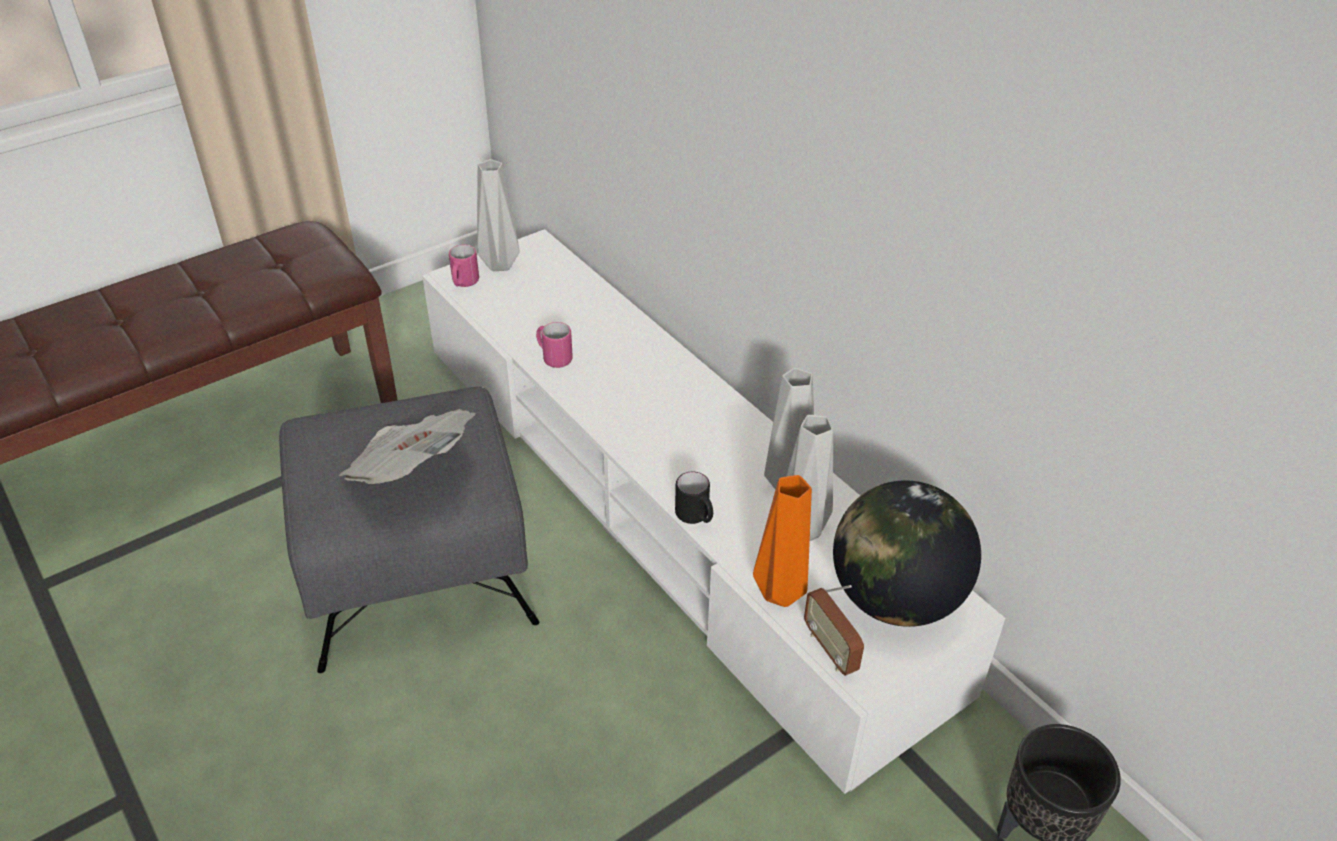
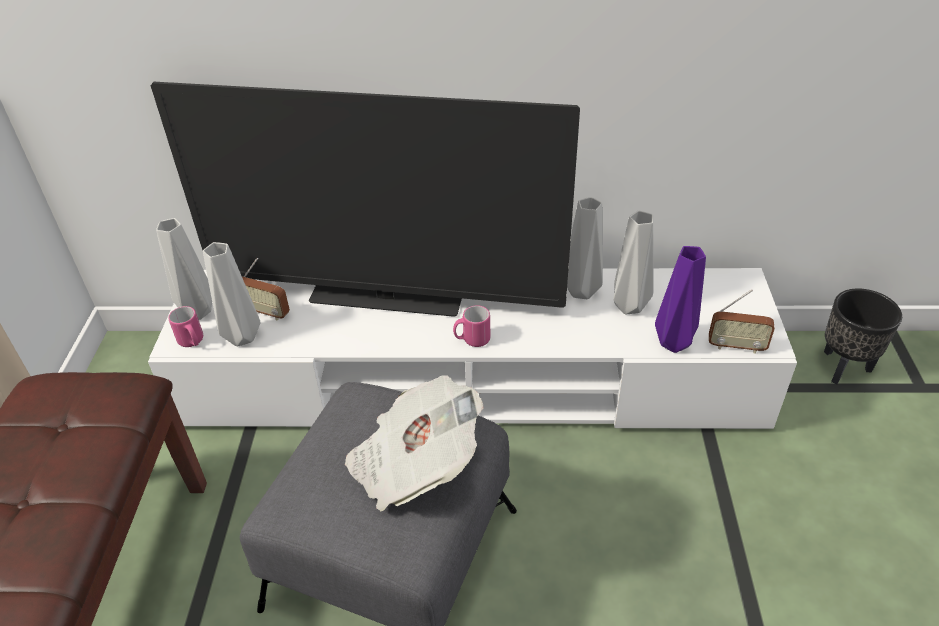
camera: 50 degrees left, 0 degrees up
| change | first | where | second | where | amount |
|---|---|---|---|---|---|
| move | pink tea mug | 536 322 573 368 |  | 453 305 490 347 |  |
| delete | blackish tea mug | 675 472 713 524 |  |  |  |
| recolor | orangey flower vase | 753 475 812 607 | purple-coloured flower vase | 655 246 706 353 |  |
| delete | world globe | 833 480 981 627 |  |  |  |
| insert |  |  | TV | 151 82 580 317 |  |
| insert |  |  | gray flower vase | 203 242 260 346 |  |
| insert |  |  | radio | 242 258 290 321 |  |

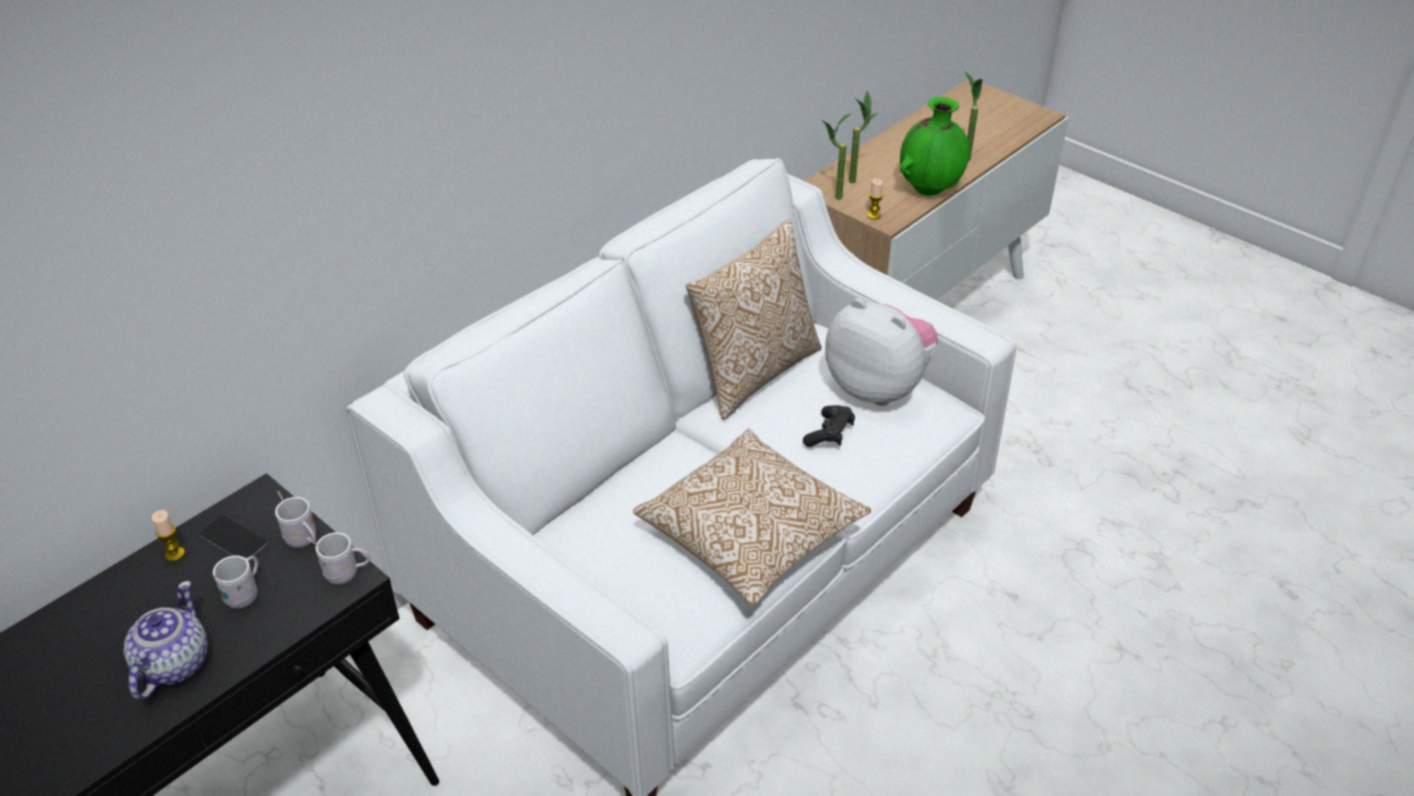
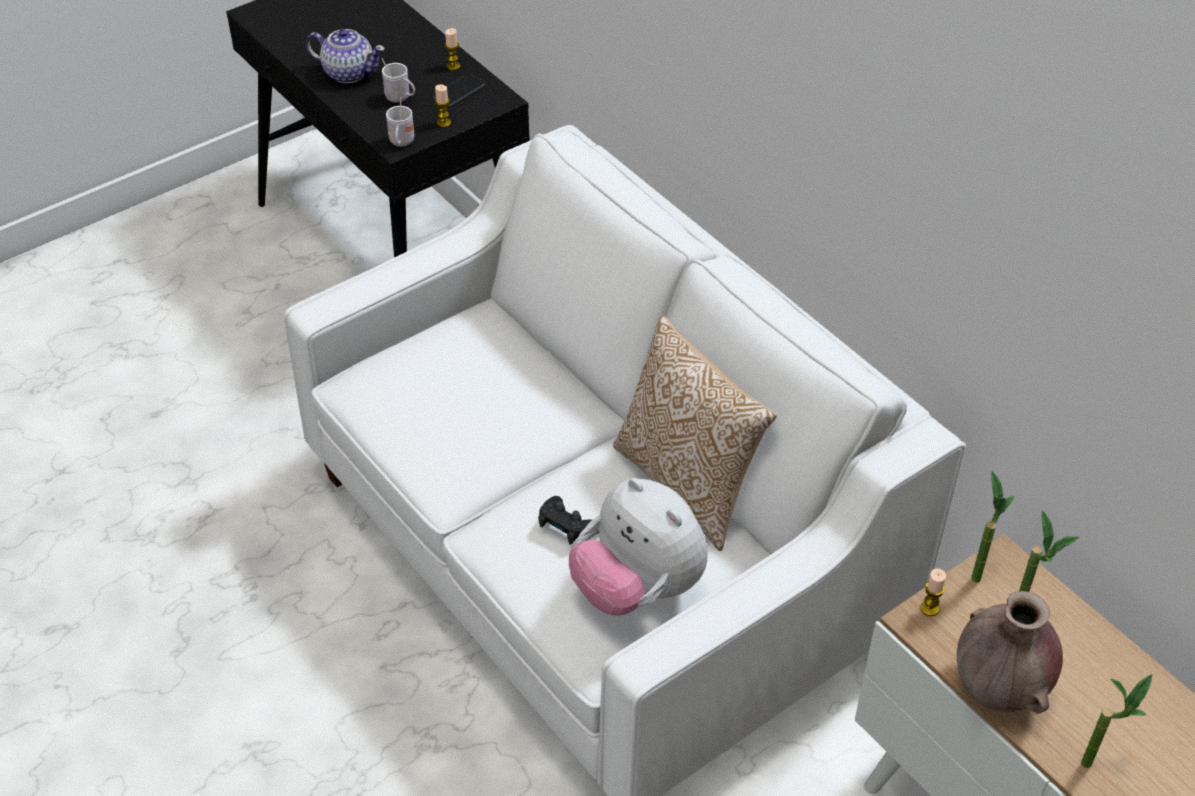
camera: 100 degrees right, 5 degrees up
| change | first | where | second | where | amount |
|---|---|---|---|---|---|
| recolor | green flower vase | 900 97 969 196 | brownish flower vase | 957 591 1063 714 |  |
| rotate | plush toy | 825 298 938 406 |  | 569 478 708 616 | 90 degrees clockwise |
| delete | cushion | 633 428 871 606 |  |  |  |
| replace | white-coloured tea mug | 275 491 316 548 | wax candle | 435 85 451 127 |  |

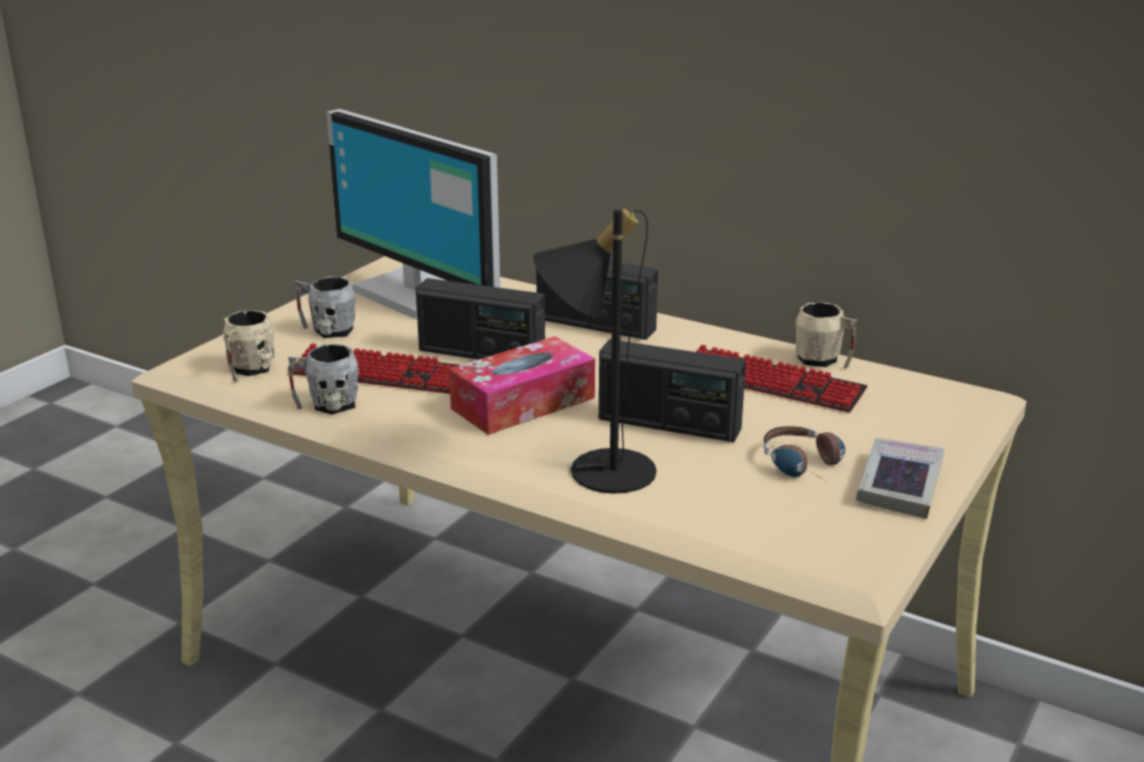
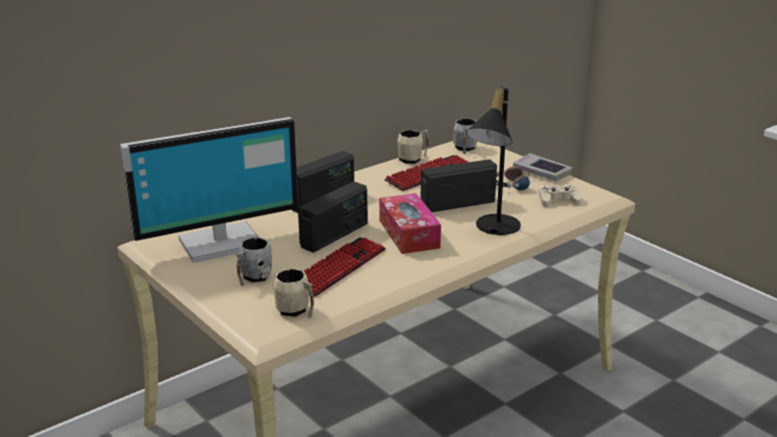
camera: 70 degrees left, 0 degrees up
| change | first | where | second | where | amount |
|---|---|---|---|---|---|
| rotate | radio | 599 339 746 442 |  | 421 159 497 212 | 150 degrees counterclockwise |
| move | gray tea mug | 287 344 359 415 |  | 453 118 478 154 |  |
| insert |  |  | beige joypad | 538 184 581 207 |  |

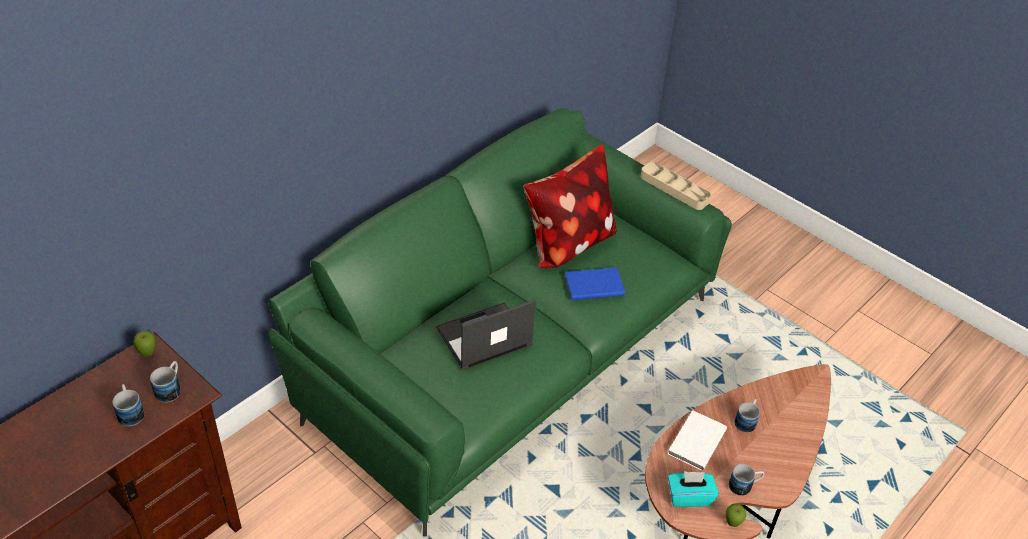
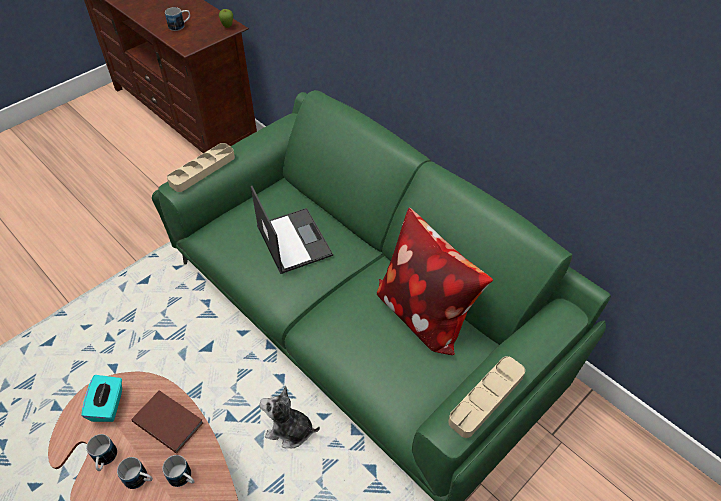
camera: 95 degrees right, 5 degrees up
| change | first | where | second | where | amount |
|---|---|---|---|---|---|
| delete | blue bound book | 565 267 625 300 |  |  |  |
| move | tea mug | 150 361 181 402 |  | 117 457 153 489 |  |
| recolor | white-coloured bound book | 668 410 727 471 | brownish bound book | 132 390 204 453 |  |
| delete | whole apple | 726 503 746 527 |  |  |  |
| insert |  |  | beige tray | 167 143 235 192 |  |
| insert |  |  | plush toy | 259 386 320 449 |  |

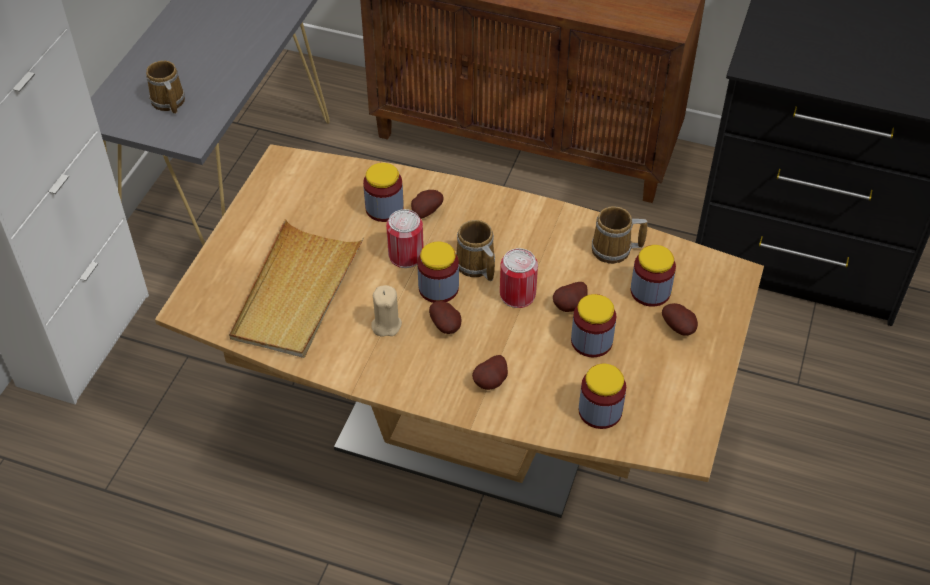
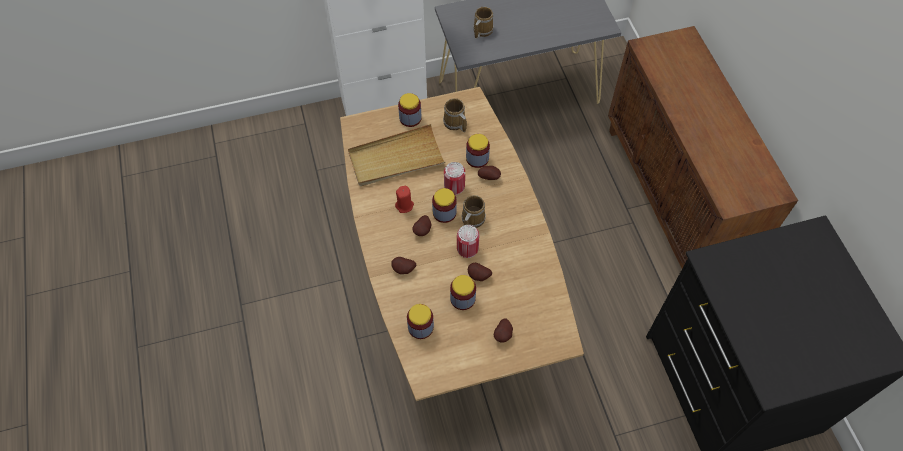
camera: 55 degrees right, 10 degrees up
| change | first | where | second | where | amount |
|---|---|---|---|---|---|
| move | tea mug | 592 206 647 264 |  | 443 98 467 132 |  |
| move | preserve jar | 630 245 676 307 |  | 398 93 422 127 |  |
| recolor | beige wax candle | 371 285 402 337 | reddish wax candle | 395 186 414 213 |  |

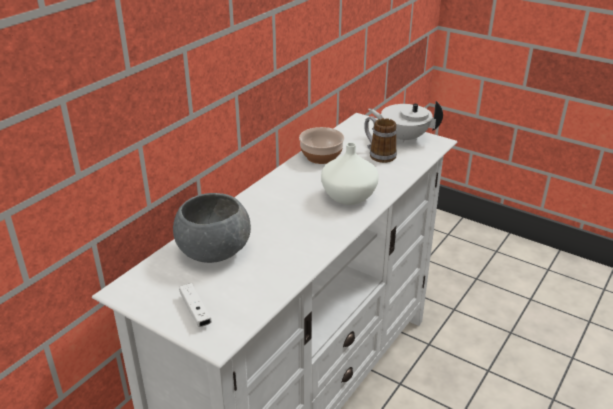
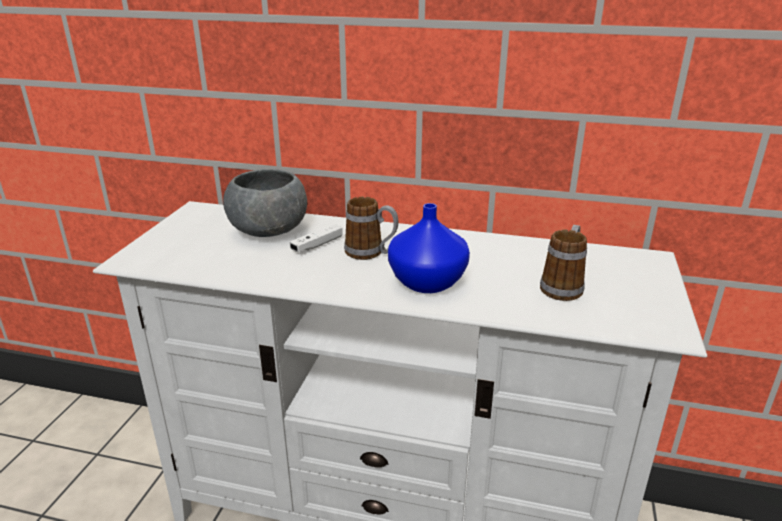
camera: 70 degrees right, 5 degrees down
| change | first | where | second | where | amount |
|---|---|---|---|---|---|
| delete | white-coloured tea pot | 368 101 443 144 |  |  |  |
| delete | serving bowl | 299 127 344 164 |  |  |  |
| recolor | white-coloured flower vase | 321 142 379 205 | blue flower vase | 388 203 470 293 |  |
| move | white-coloured joypad | 179 283 212 327 |  | 290 224 343 252 |  |
| insert |  |  | tea mug | 344 197 398 260 |  |

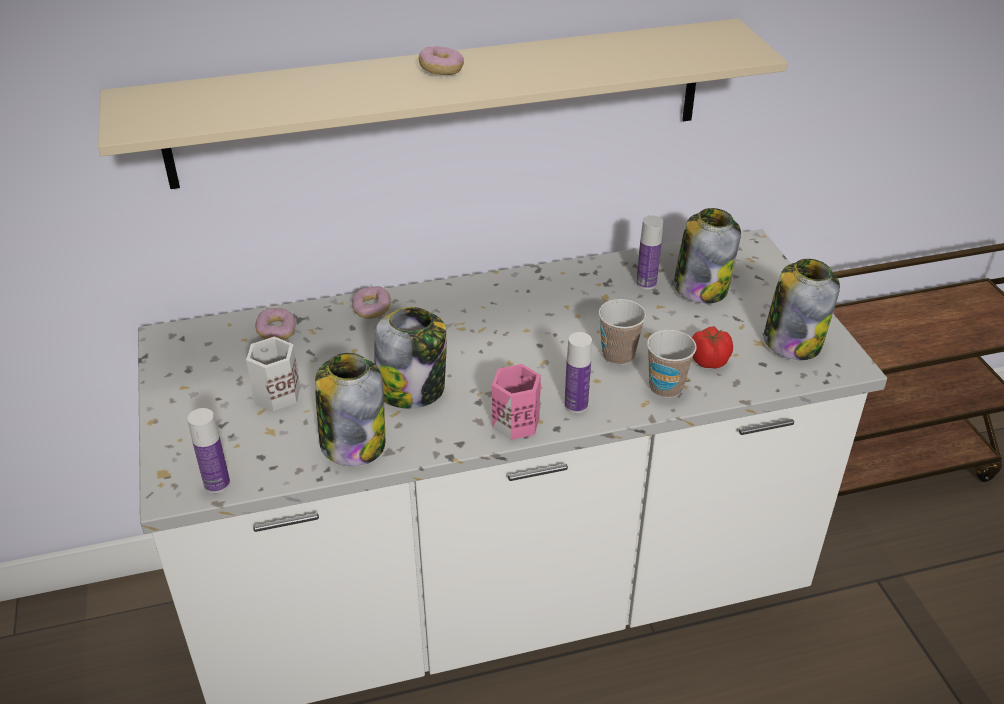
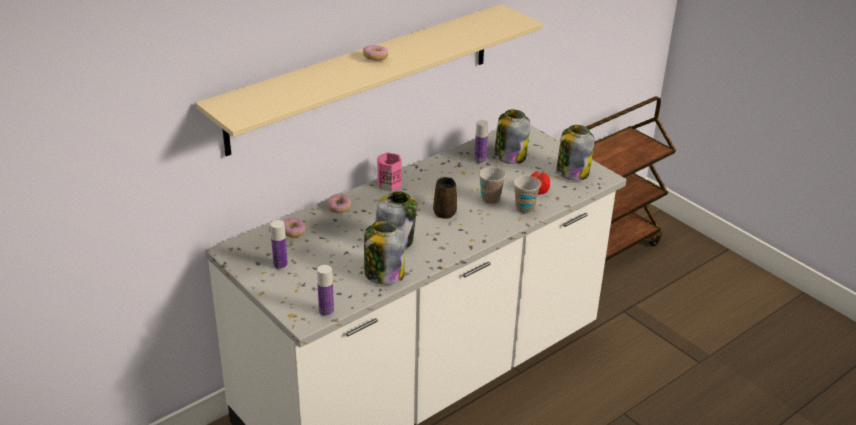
camera: 25 degrees left, 5 degrees down
| change | first | where | second | where | amount |
|---|---|---|---|---|---|
| move | beverage bottle | 565 332 592 413 |  | 271 220 288 270 |  |
| delete | white-coloured tea mug | 246 336 300 411 |  |  |  |
| move | pink tea mug | 492 364 541 440 |  | 377 152 402 192 |  |
| insert |  |  | brownish tea mug | 433 177 457 219 |  |

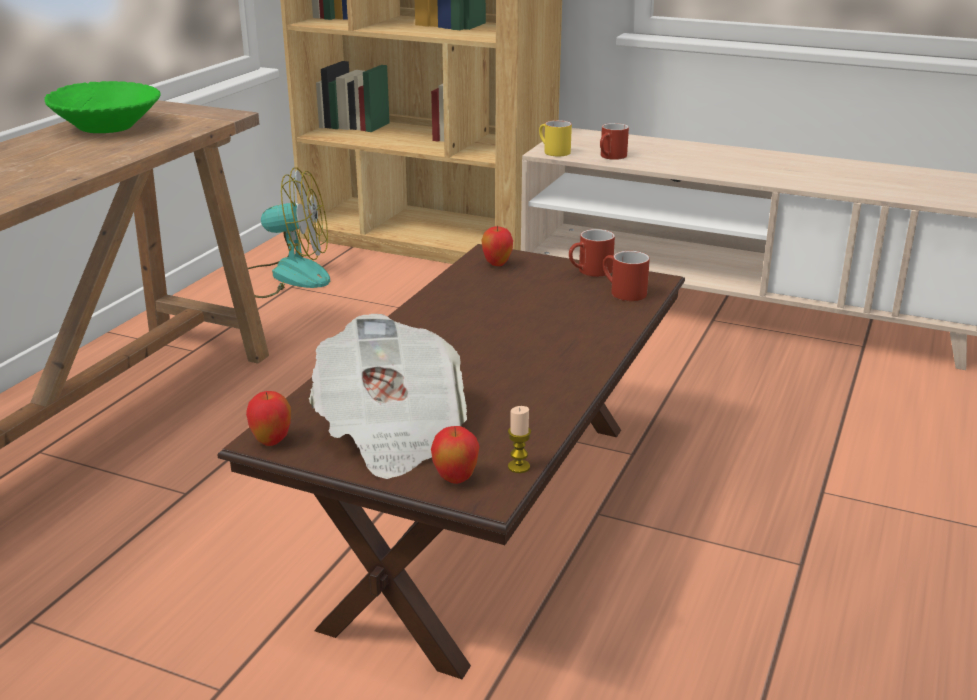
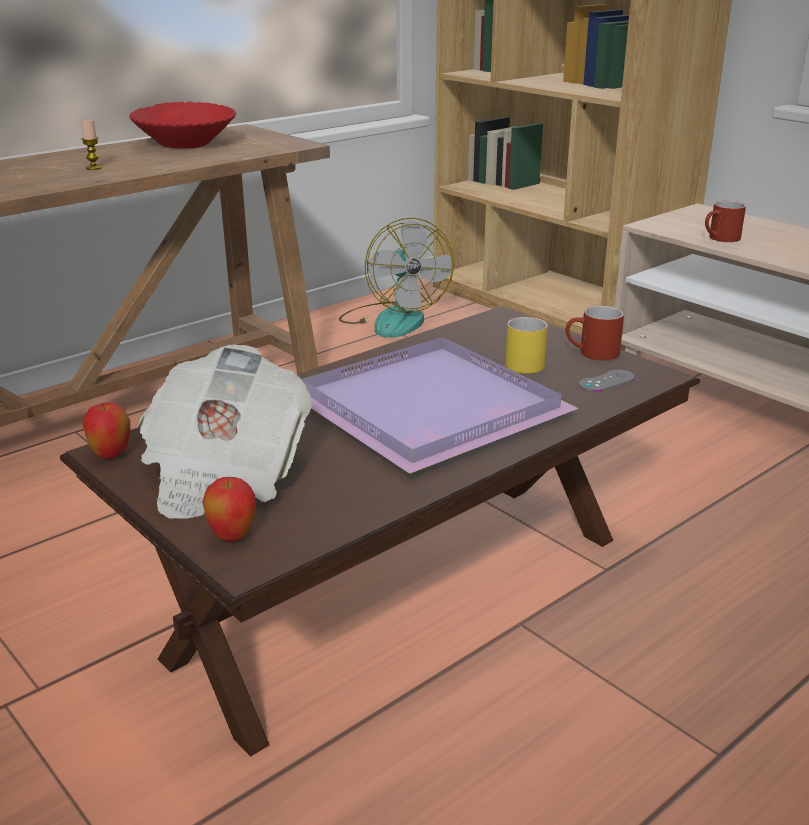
camera: 25 degrees right, 0 degrees up
| change | first | where | second | where | amount |
|---|---|---|---|---|---|
| recolor | green serving bowl | 45 81 161 133 | reddish serving bowl | 130 102 236 149 |  |
| move | yellow-coloured tea mug | 539 120 572 156 |  | 505 317 548 374 |  |
| rotate | cooling fan | 248 167 330 298 |  | 339 218 454 338 | 45 degrees clockwise |
| delete | whole apple | 481 226 513 266 |  |  |  |
| replace | reddish tea mug | 603 251 650 301 | gray joypad | 579 369 635 392 |  |
| move | wax candle | 508 406 531 473 |  | 81 120 102 170 |  |
| insert |  |  | purple-coloured tray | 302 337 579 474 |  |

